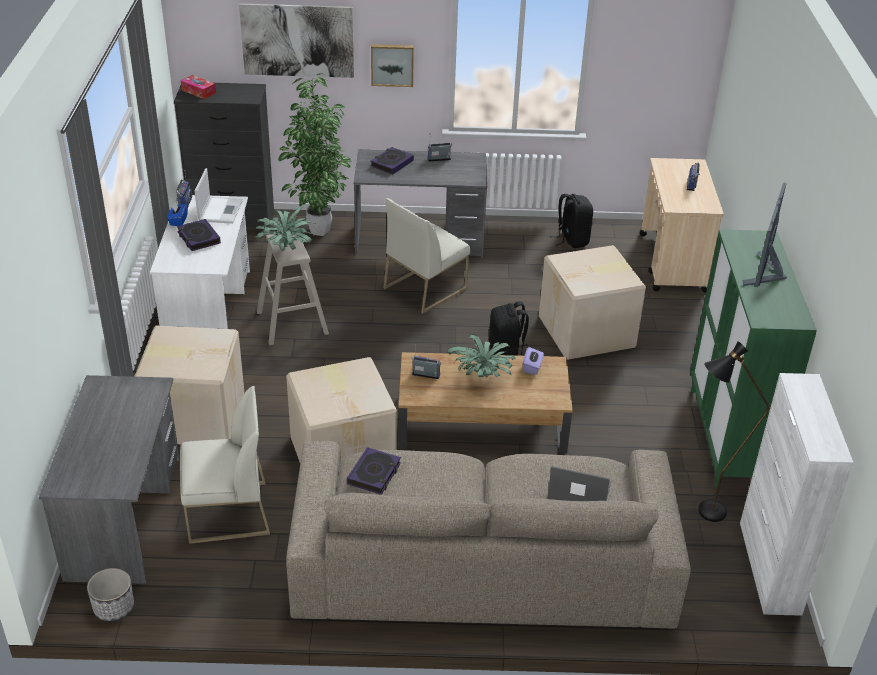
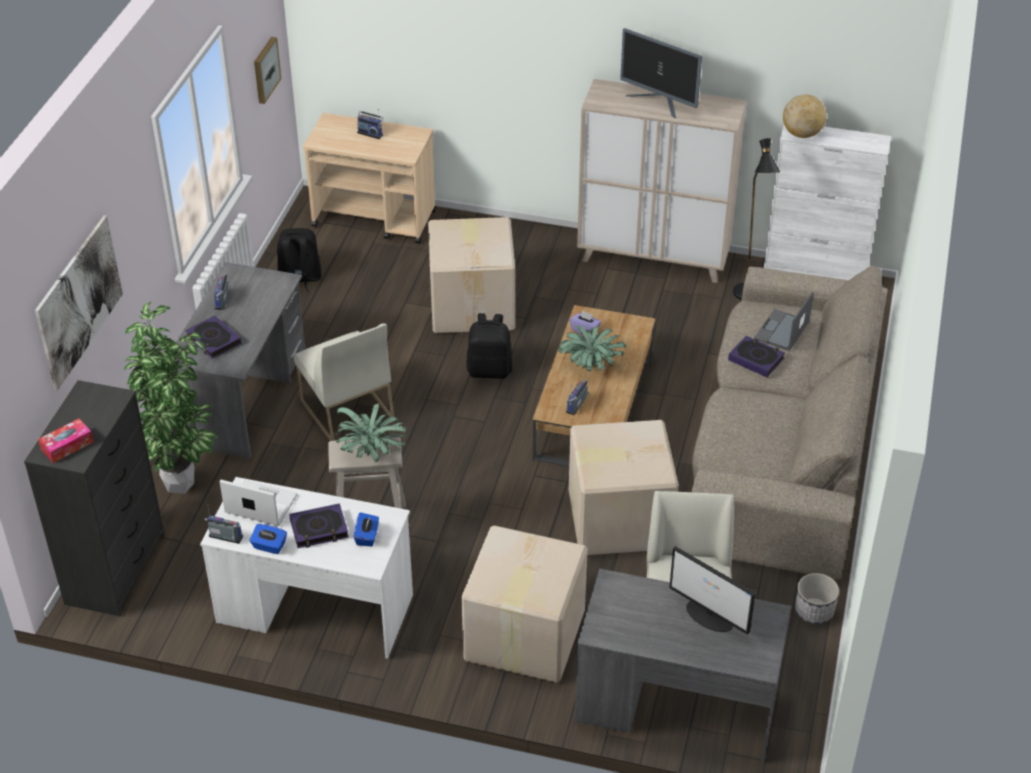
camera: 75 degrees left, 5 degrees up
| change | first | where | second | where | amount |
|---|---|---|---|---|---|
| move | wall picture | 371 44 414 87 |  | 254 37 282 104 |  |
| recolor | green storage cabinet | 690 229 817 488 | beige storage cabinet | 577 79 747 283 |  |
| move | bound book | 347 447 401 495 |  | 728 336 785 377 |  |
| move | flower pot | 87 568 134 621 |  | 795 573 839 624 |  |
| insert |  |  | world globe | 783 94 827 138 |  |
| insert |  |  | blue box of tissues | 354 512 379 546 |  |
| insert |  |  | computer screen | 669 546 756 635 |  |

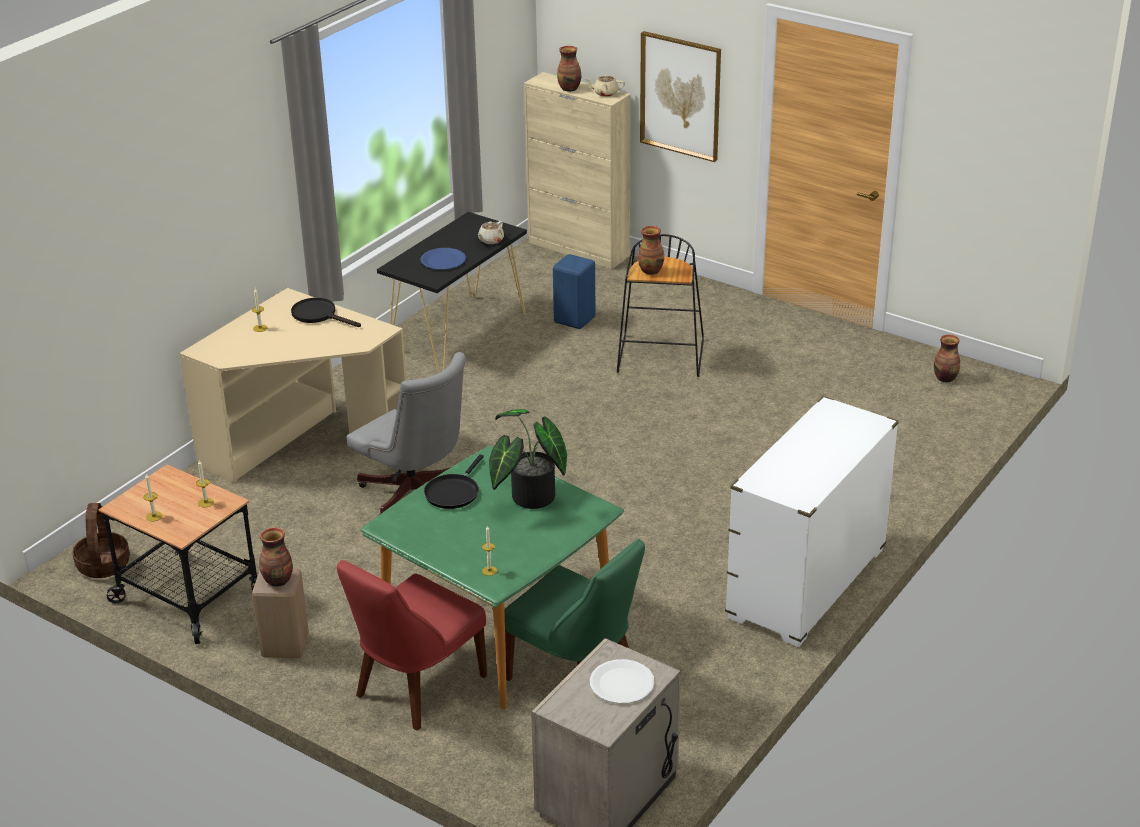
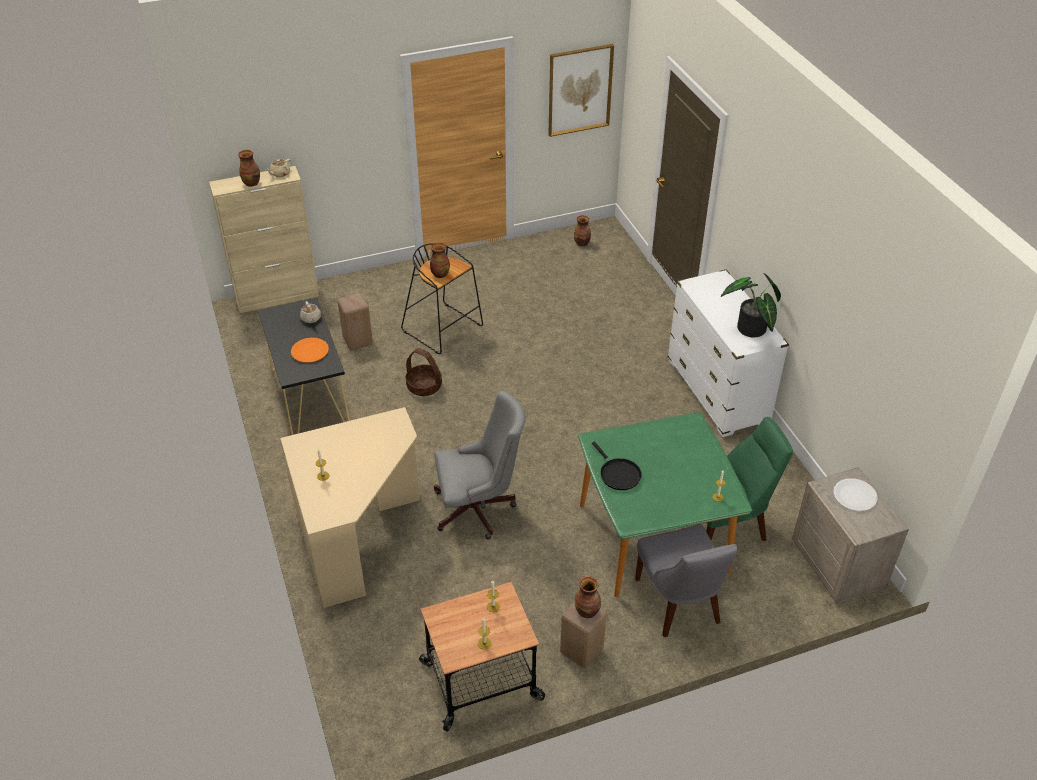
camera: 55 degrees left, 10 degrees up
| change | first | where | second | where | amount |
|---|---|---|---|---|---|
| move | wall picture | 640 31 721 162 |  | 548 44 614 137 |  |
| recolor | blue dinner plate | 420 248 466 270 | orangey dinner plate | 291 338 329 363 |  |
| recolor | blue stool seat | 553 254 596 329 | beige stool seat | 338 293 373 350 |  |
| delete | blackish pan | 291 298 361 327 |  |  |  |
| move | houseplant | 489 409 567 509 |  | 721 273 781 337 |  |
| move | basket | 72 503 130 578 |  | 406 348 442 396 |  |
| recolor | reddish upright chair | 337 560 487 730 | gray upright chair | 635 525 738 637 |  |

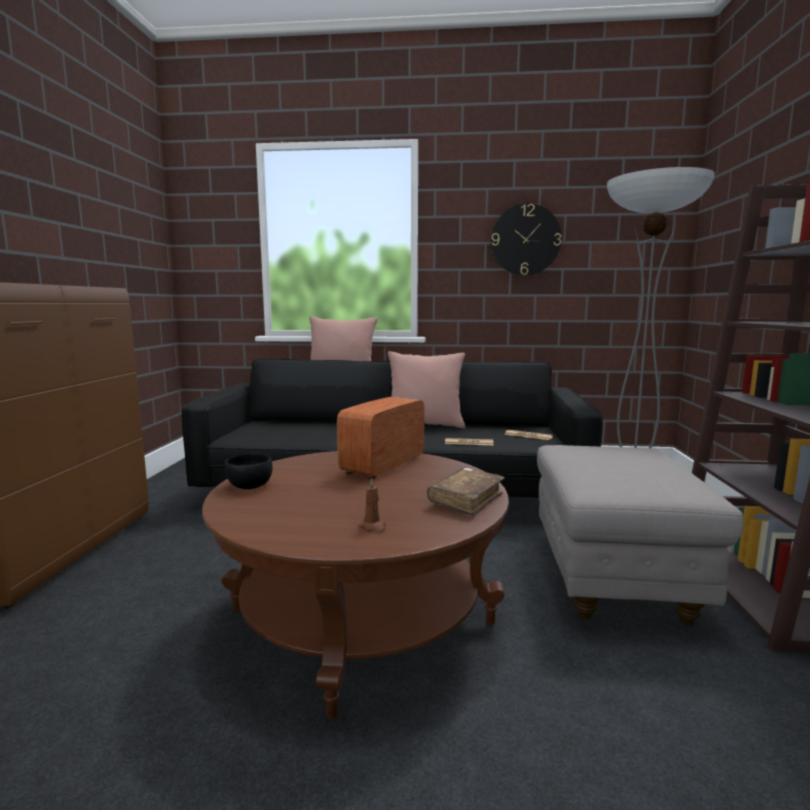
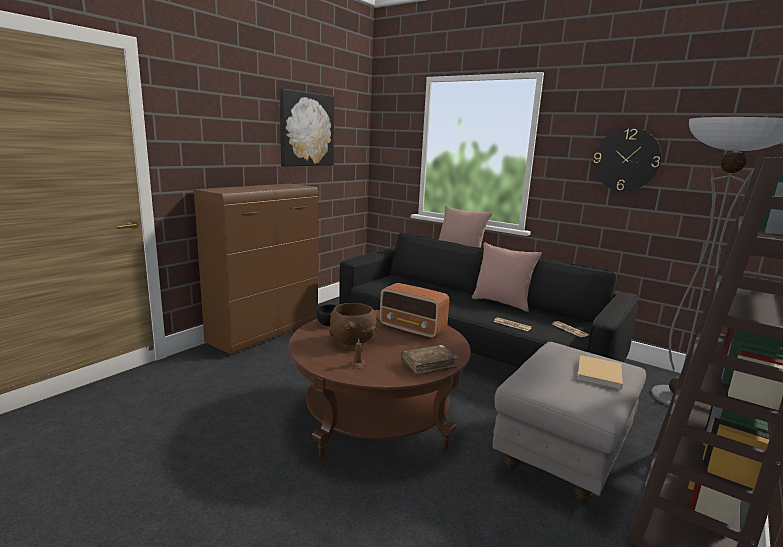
camera: 30 degrees right, 5 degrees up
| change | first | where | second | where | amount |
|---|---|---|---|---|---|
| rotate | radio | 337 397 425 479 |  | 380 283 449 339 | 120 degrees counterclockwise |
| insert |  |  | wall picture | 280 89 334 166 |  |
| insert |  |  | brownish serving bowl | 329 303 378 346 |  |
| insert |  |  | beige bound book | 577 355 623 390 |  |

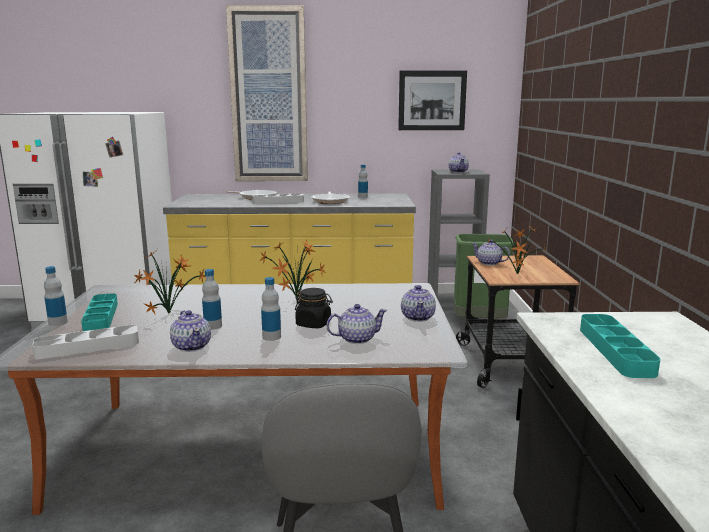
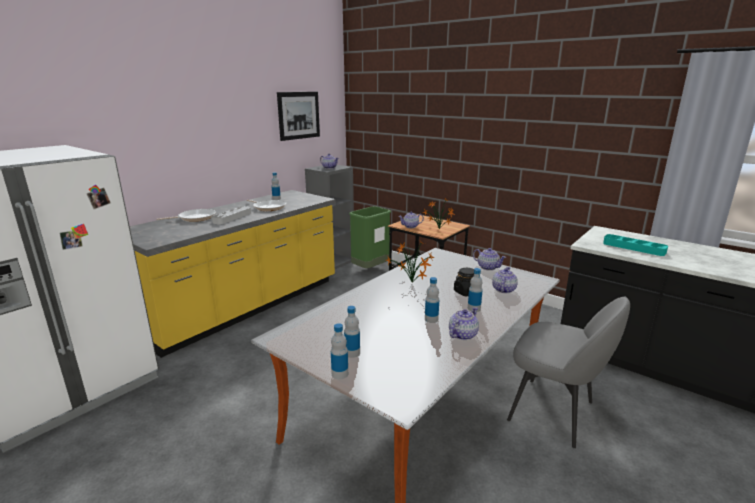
camera: 50 degrees left, 5 degrees up
| change | first | where | second | where | amount |
|---|---|---|---|---|---|
| delete | wall picture | 226 5 308 181 |  |  |  |
| delete | houseplant | 134 252 206 314 |  |  |  |
| replace | blue-green tray | 81 293 118 331 | beverage bottle | 344 306 360 358 |  |
| rotate | tea pot | 170 310 211 352 |  | 449 307 479 340 | 60 degrees counterclockwise |
| delete | gray tray | 32 325 139 359 |  |  |  |

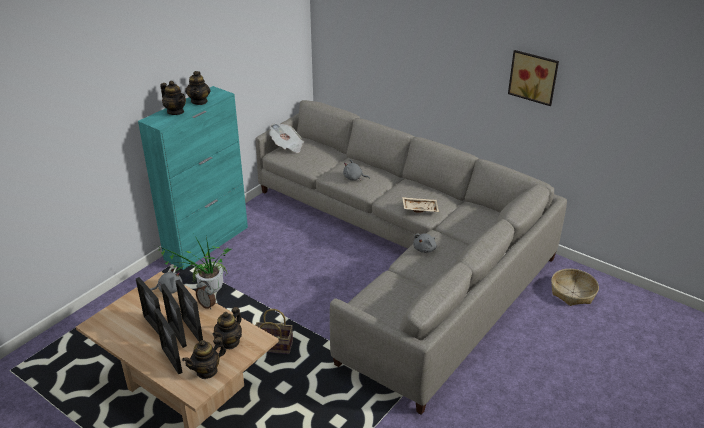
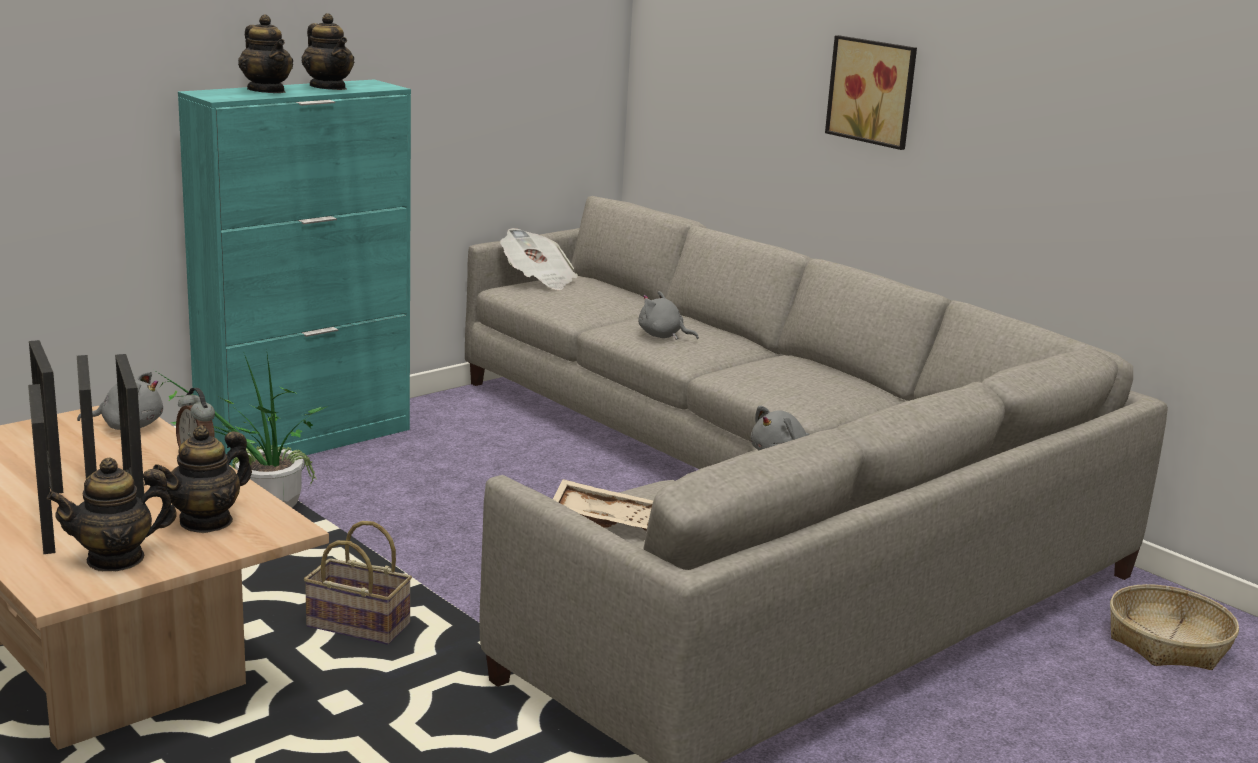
camera: 10 degrees right, 15 degrees down
| change | first | where | second | where | amount |
|---|---|---|---|---|---|
| move | wall picture | 508 50 559 106 |  | 825 35 917 150 |  |
| rotate | tea pot | 185 71 210 105 |  | 302 13 354 90 | 45 degrees counterclockwise |
| move | beige tray | 402 197 439 213 |  | 553 479 653 531 |  |

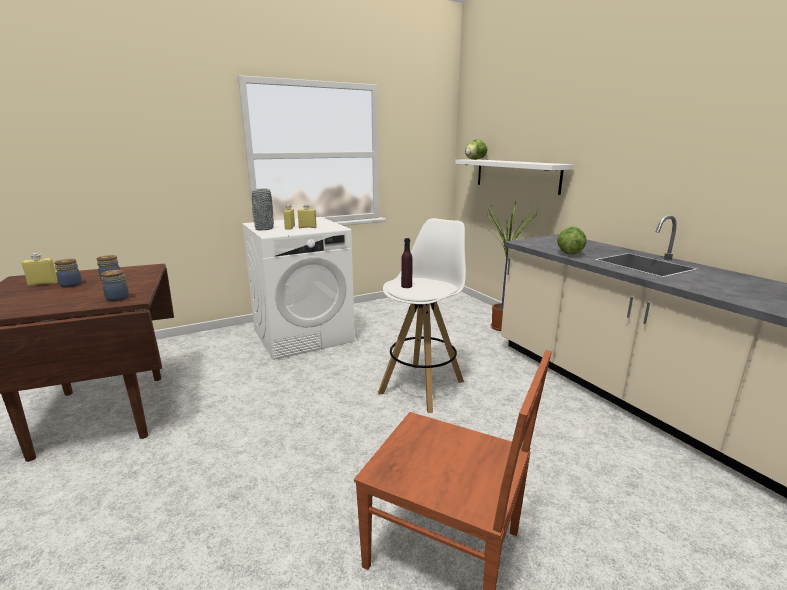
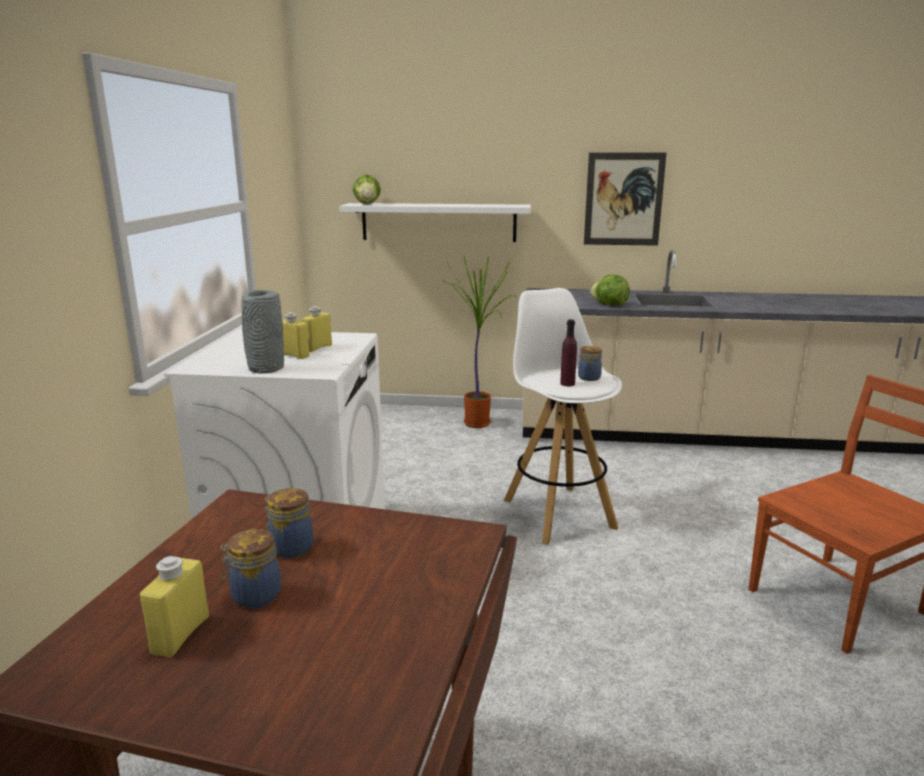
camera: 55 degrees left, 0 degrees up
| change | first | where | second | where | amount |
|---|---|---|---|---|---|
| move | preserve jar | 101 270 129 302 |  | 578 346 602 381 |  |
| insert |  |  | wall picture | 584 153 667 246 |  |

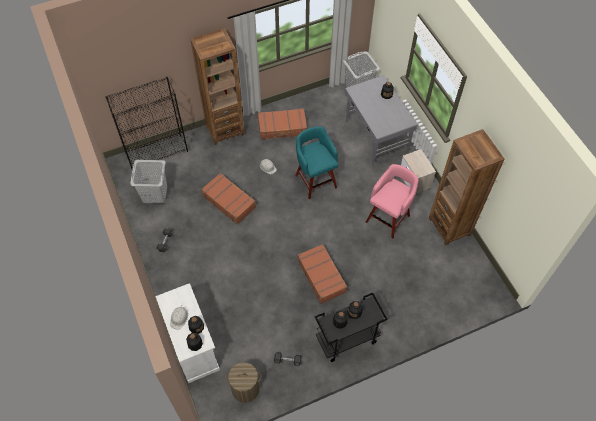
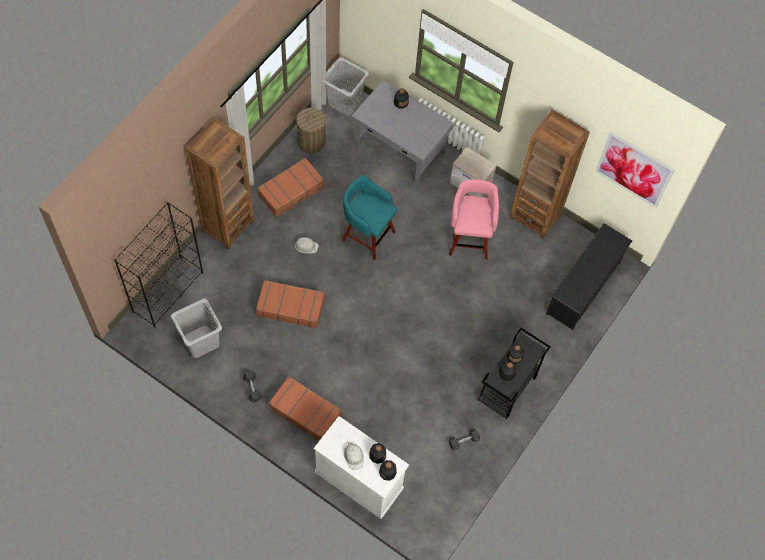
camera: 35 degrees left, 5 degrees up
| change | first | where | second | where | amount |
|---|---|---|---|---|---|
| move | brownish piece of luggage | 298 244 347 304 |  | 269 376 342 441 |  |
| move | hamper | 225 362 261 403 |  | 294 108 327 154 |  |
| insert |  |  | wall picture | 595 132 674 208 |  |
| insert |  |  | blackish shoe rack | 546 223 632 330 |  |

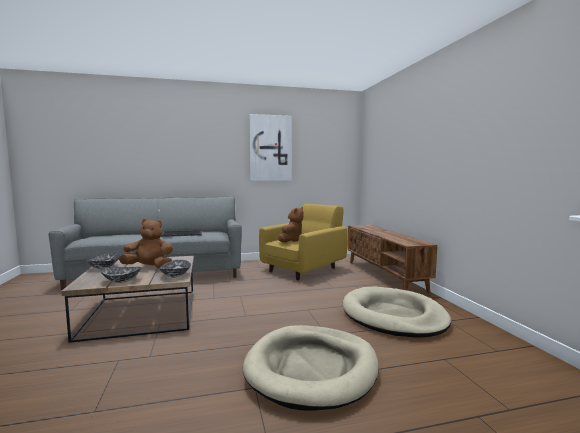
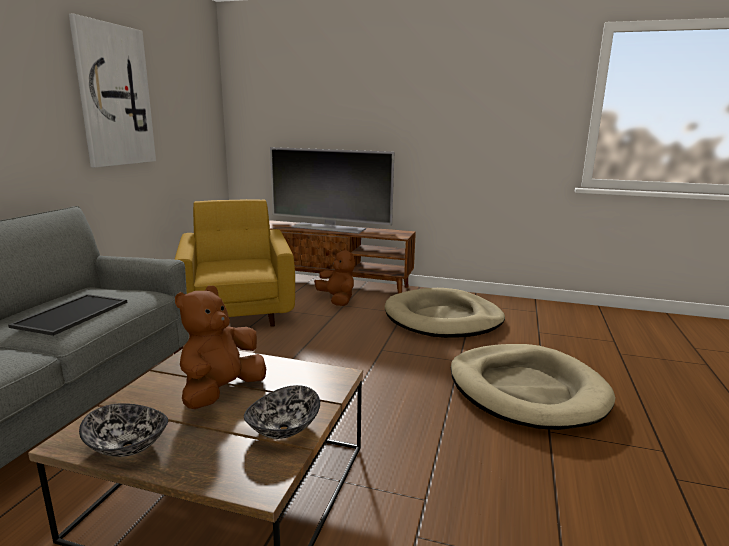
camera: 60 degrees left, 10 degrees up
| change | first | where | second | where | amount |
|---|---|---|---|---|---|
| move | brownish plush toy | 278 207 304 243 |  | 314 248 355 306 |  |
| delete | serving bowl | 159 260 191 277 |  |  |  |
| insert |  |  | TV | 270 147 394 234 |  |

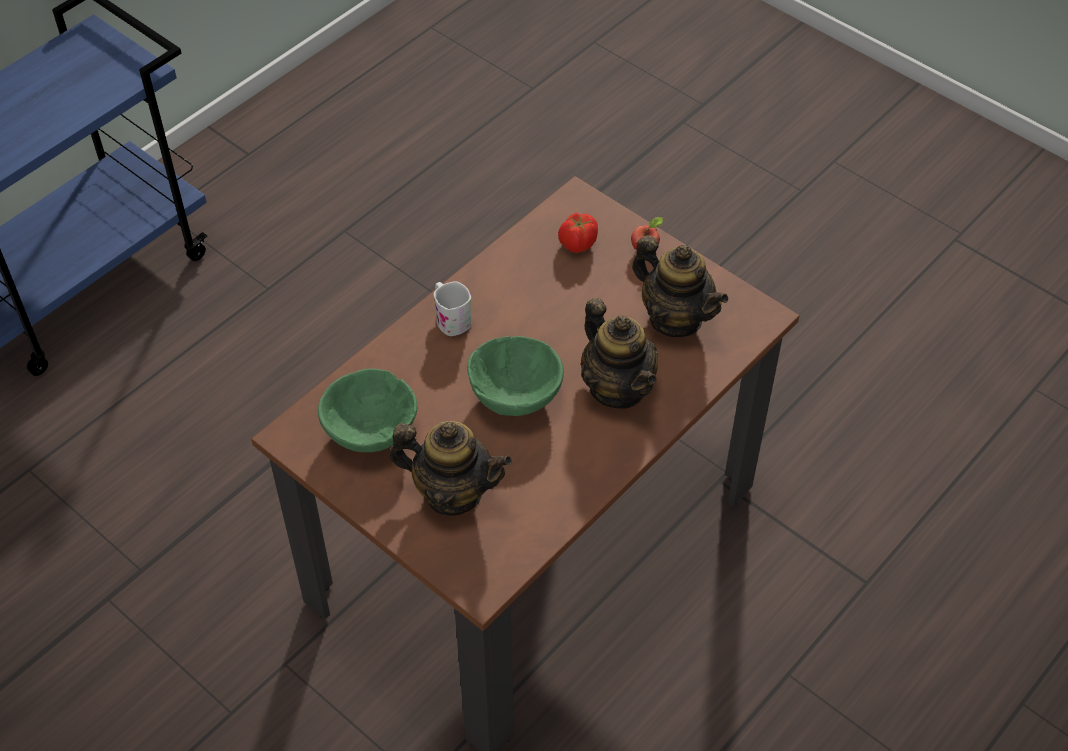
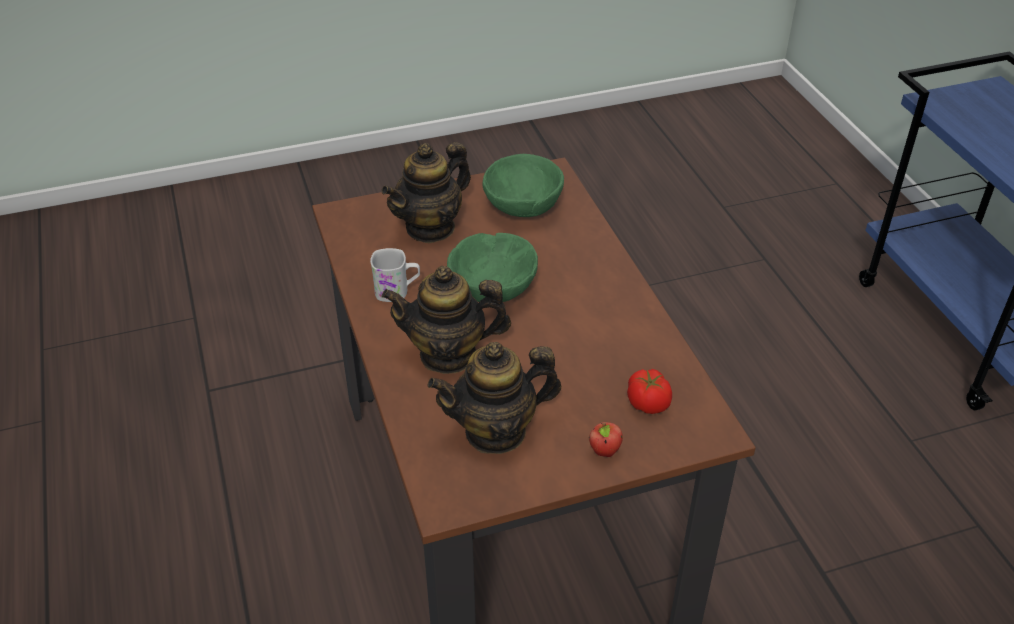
camera: 120 degrees right, 10 degrees down
| change | first | where | second | where | amount |
|---|---|---|---|---|---|
| move | white-coloured tea mug | 434 281 472 336 |  | 370 248 420 302 |  |

